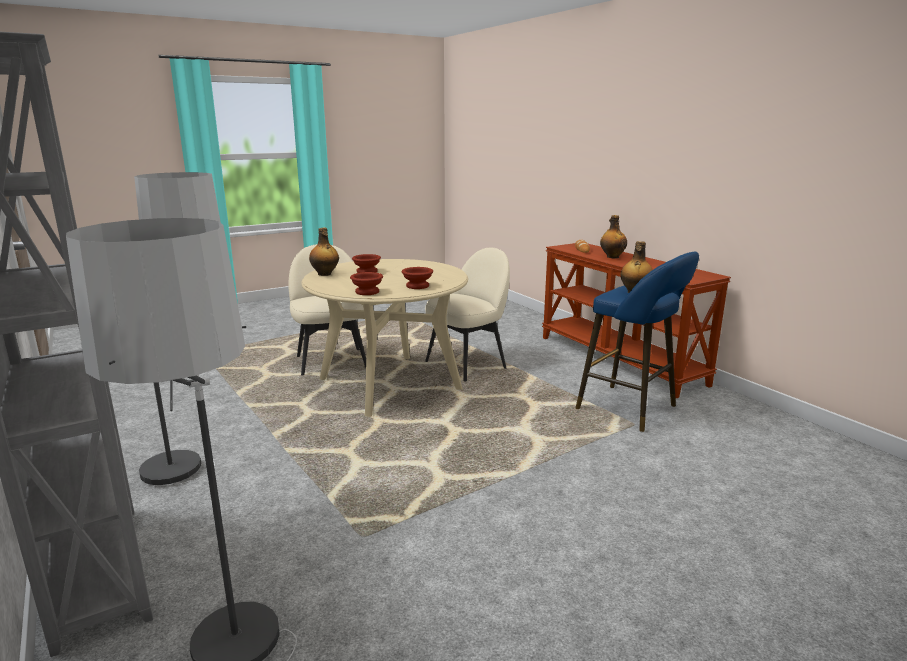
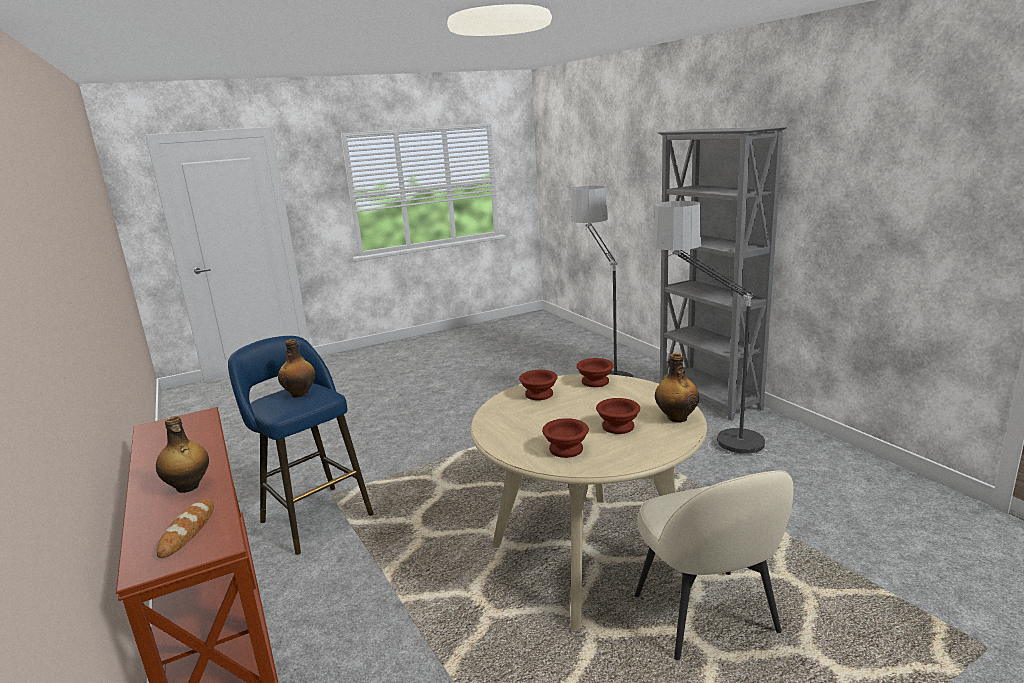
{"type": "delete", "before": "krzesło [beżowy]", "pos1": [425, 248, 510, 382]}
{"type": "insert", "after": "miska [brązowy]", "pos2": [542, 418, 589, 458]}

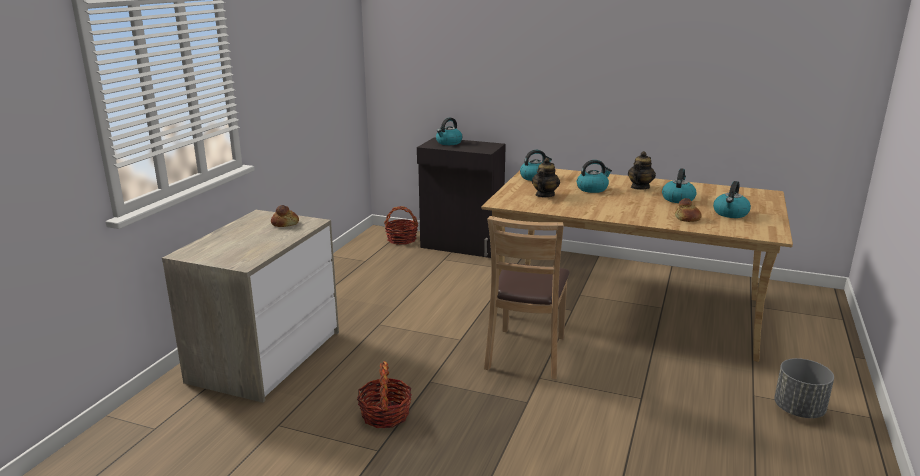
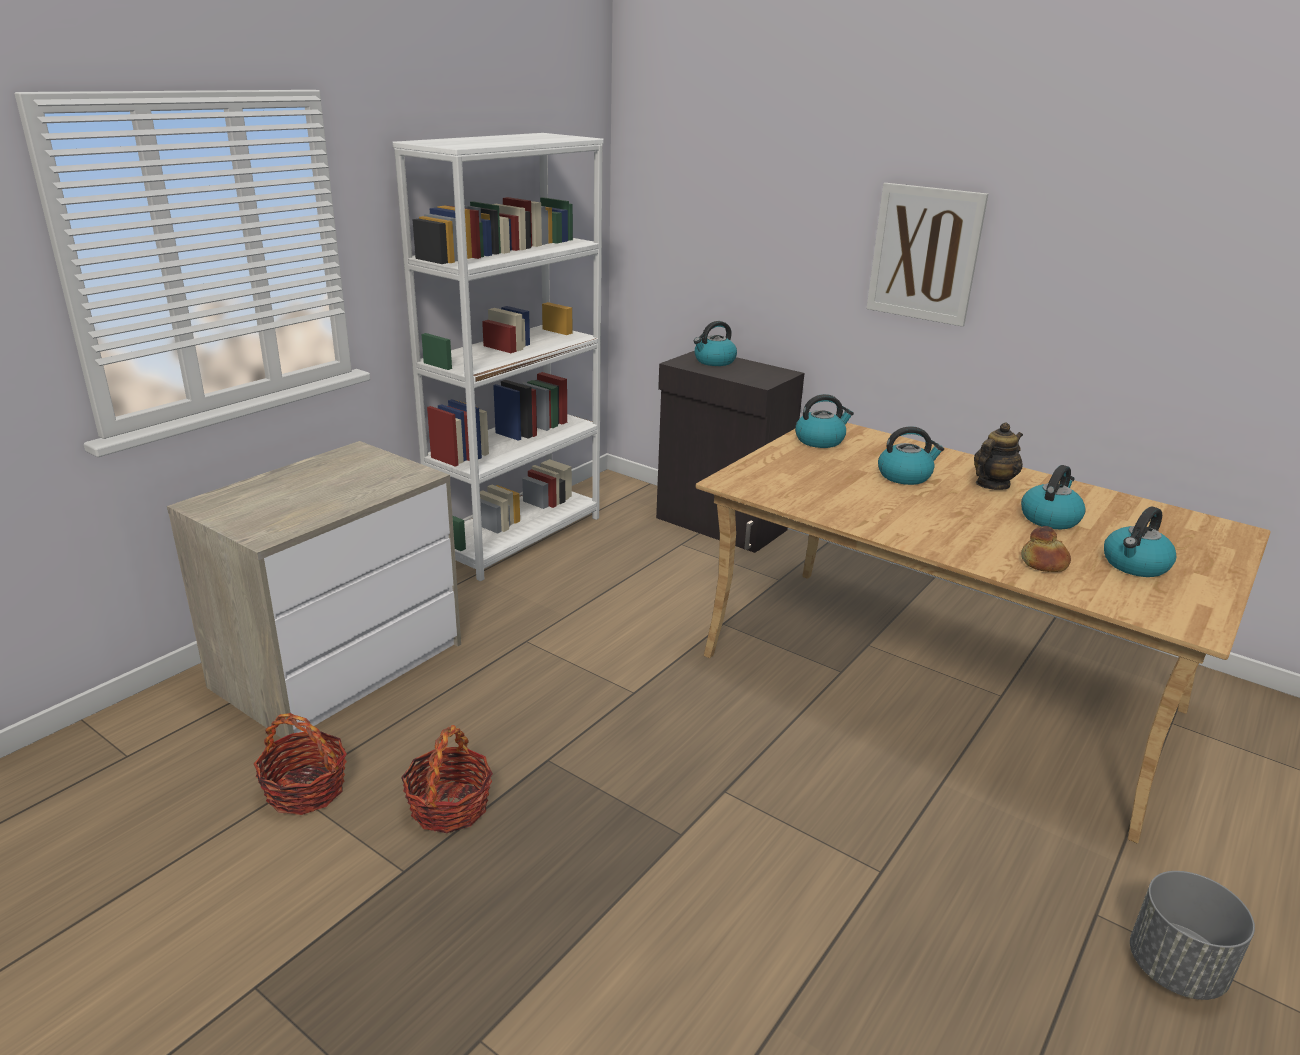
{"type": "delete", "before": "chleb", "pos1": [271, 205, 299, 227]}
{"type": "delete", "before": "krzesło [brązowy]", "pos1": [484, 216, 570, 379]}
{"type": "delete", "before": "imbryk", "pos1": [532, 158, 560, 197]}
{"type": "insert", "after": "regał [biały]", "pos2": [392, 133, 604, 581]}
{"type": "insert", "after": "obraz", "pos2": [867, 183, 988, 327]}
{"type": "move", "before": "koszyk", "pos1": [384, 206, 418, 245], "pos2": [254, 713, 347, 815]}

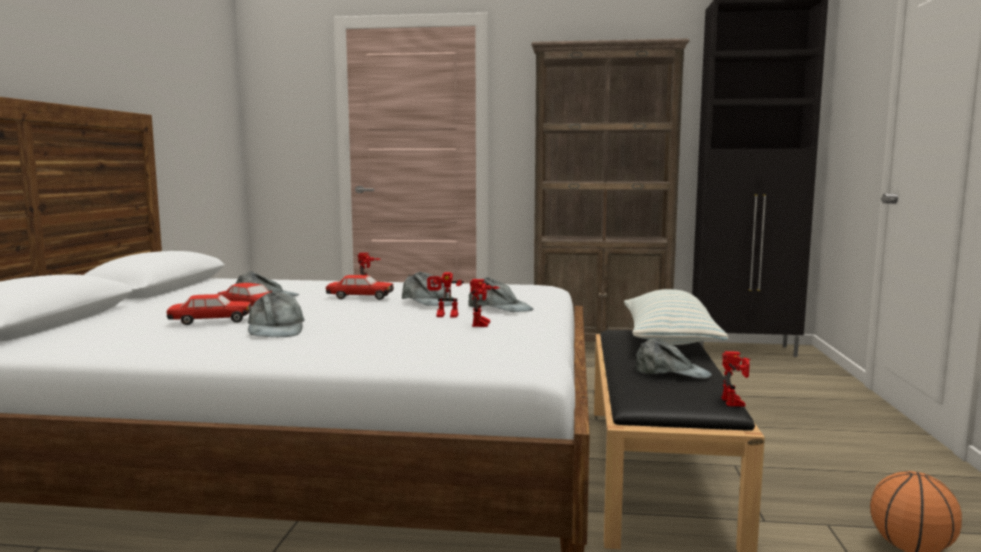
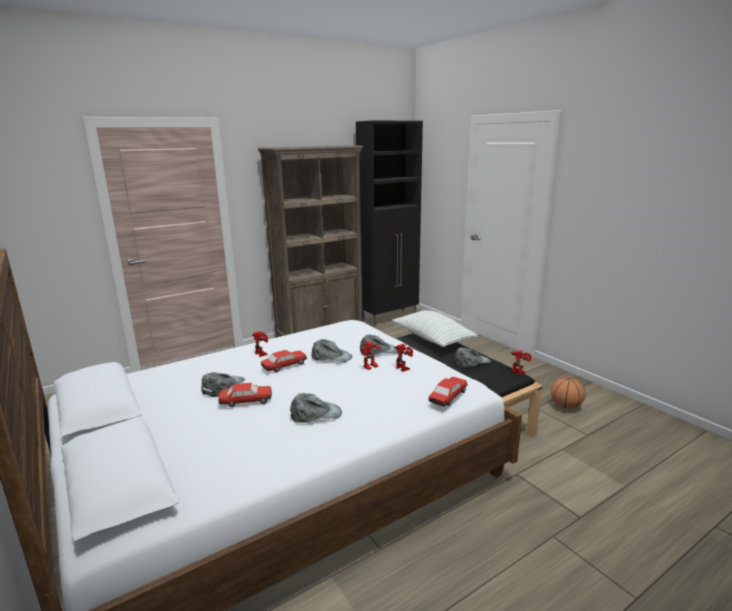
{"type": "move", "before": "samochodzik", "pos1": [167, 294, 251, 325], "pos2": [428, 377, 468, 406]}
{"type": "rotate", "before": "czapka z daszkiem [szary]", "pos1": [248, 292, 305, 337], "pos2": [290, 393, 342, 423], "turn": -45}

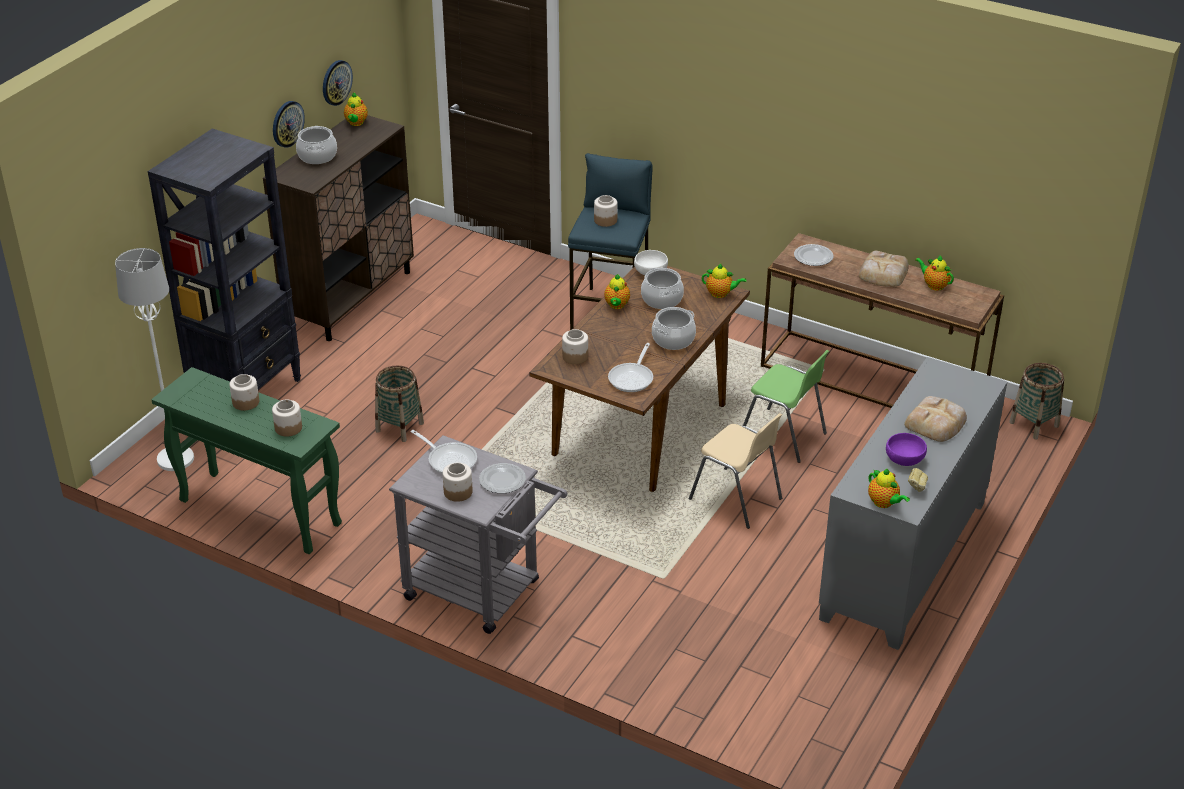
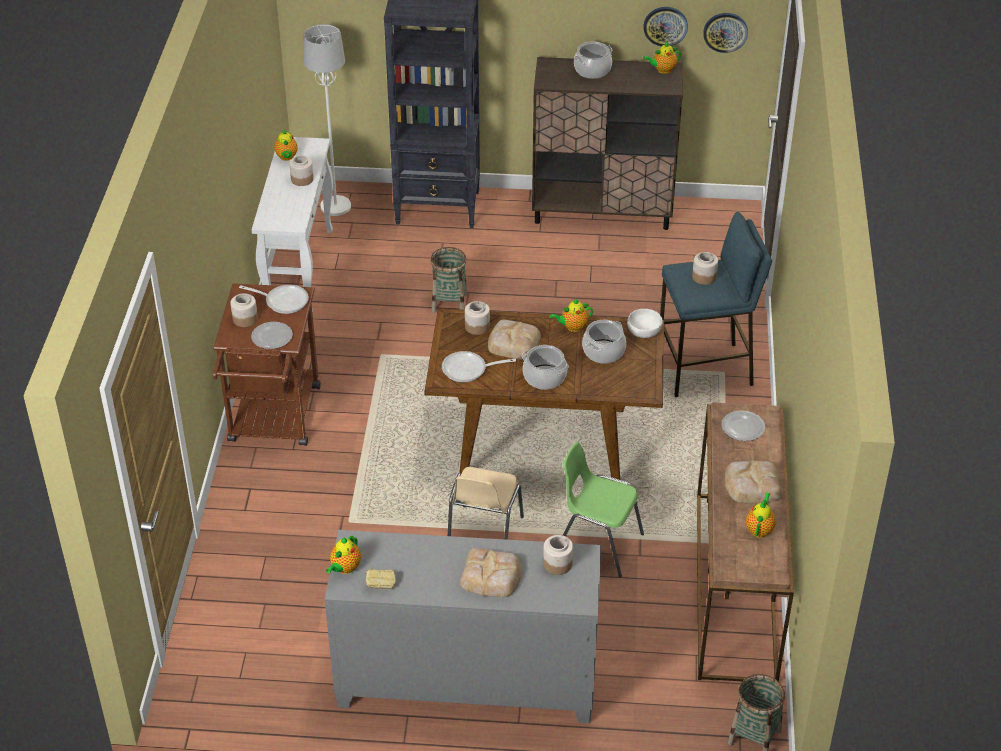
{"type": "delete", "before": "miska [fioletowy]", "pos1": [886, 433, 927, 466]}
{"type": "insert", "after": "chleb", "pos2": [488, 320, 541, 360]}
{"type": "move", "before": "słoik", "pos1": [272, 399, 302, 437], "pos2": [543, 535, 573, 575]}
{"type": "move", "before": "zegar ścienny", "pos1": [273, 101, 305, 148], "pos2": [703, 13, 748, 53]}
{"type": "move", "before": "imbryk", "pos1": [702, 264, 747, 298], "pos2": [274, 130, 298, 161]}
{"type": "recolor", "before": "stolik konsolowy [zielony]", "after": "stolik konsolowy [biały]", "pos1": [151, 367, 342, 554], "pos2": [252, 137, 333, 313]}
{"type": "recolor", "before": "wózek [szary]", "after": "wózek [brązowy]", "pos1": [389, 435, 568, 634], "pos2": [213, 283, 321, 446]}
{"type": "rotate", "before": "patelnia", "pos1": [411, 430, 477, 474], "pos2": [239, 285, 309, 314], "turn": -90}
{"type": "rotate", "before": "krzesło [zielony]", "pos1": [743, 350, 829, 463], "pos2": [563, 442, 644, 577], "turn": 105}

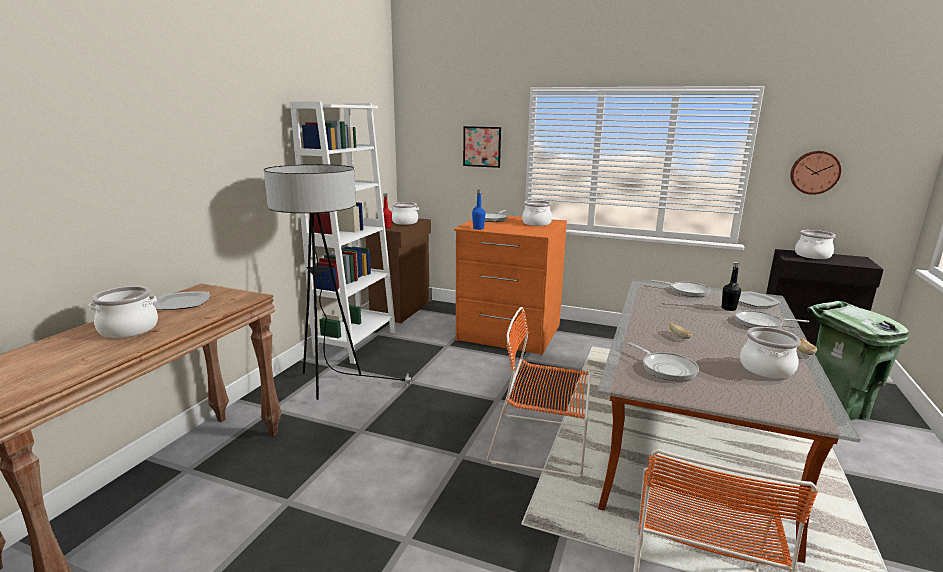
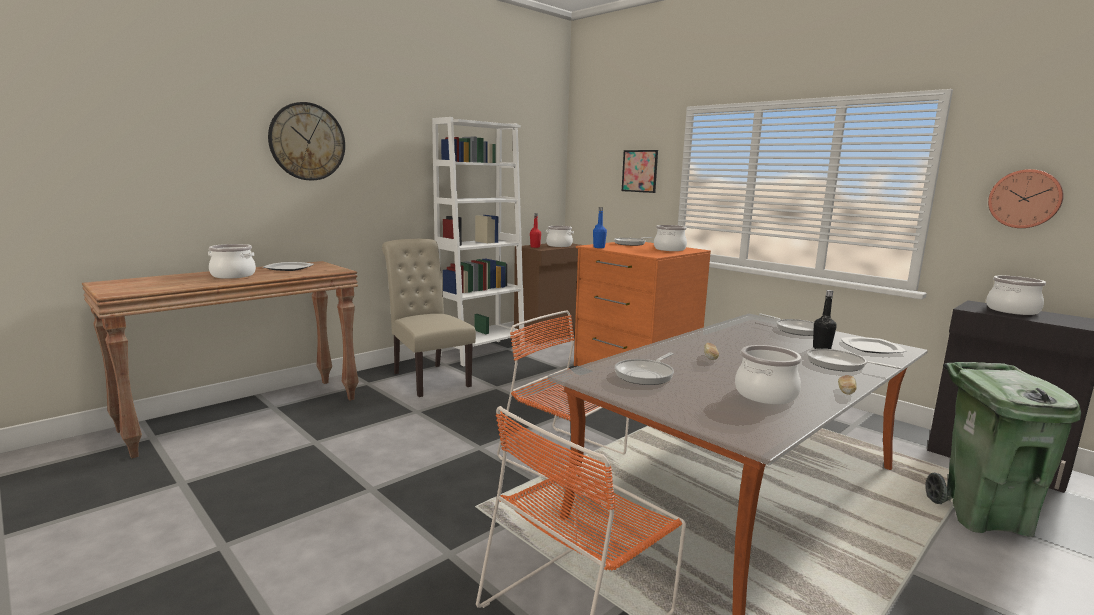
{"type": "insert", "after": "zegar ścienny", "pos2": [268, 102, 345, 181]}
{"type": "replace", "before": "lampa stojąca", "after": "krzesło [beżowy]", "pos1": [264, 164, 414, 400], "pos2": [382, 239, 476, 397]}
{"type": "rotate", "before": "patelnia", "pos1": [627, 342, 699, 381], "pos2": [615, 352, 674, 385], "turn": 45}

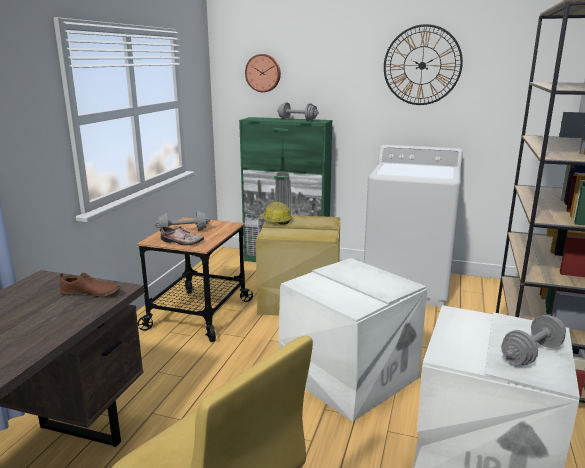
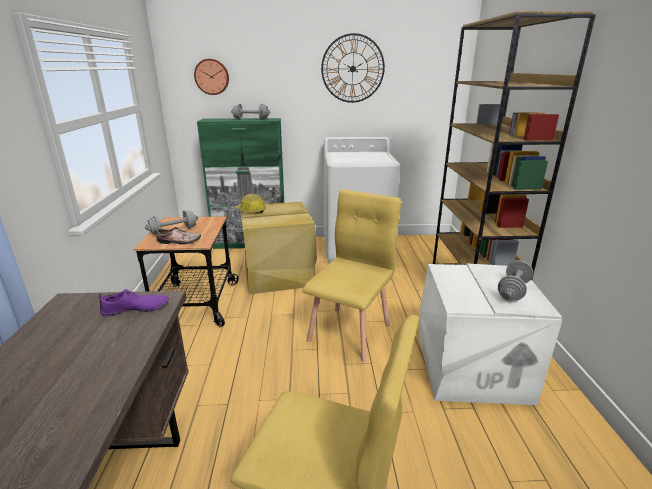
{"type": "replace", "before": "pojemnik do przechowywania [biały]", "after": "krzesło [żółty]", "pos1": [278, 258, 427, 422], "pos2": [303, 189, 401, 362]}
{"type": "recolor", "before": "but [brązowy]", "after": "but [fioletowy]", "pos1": [60, 272, 120, 297], "pos2": [99, 289, 169, 316]}

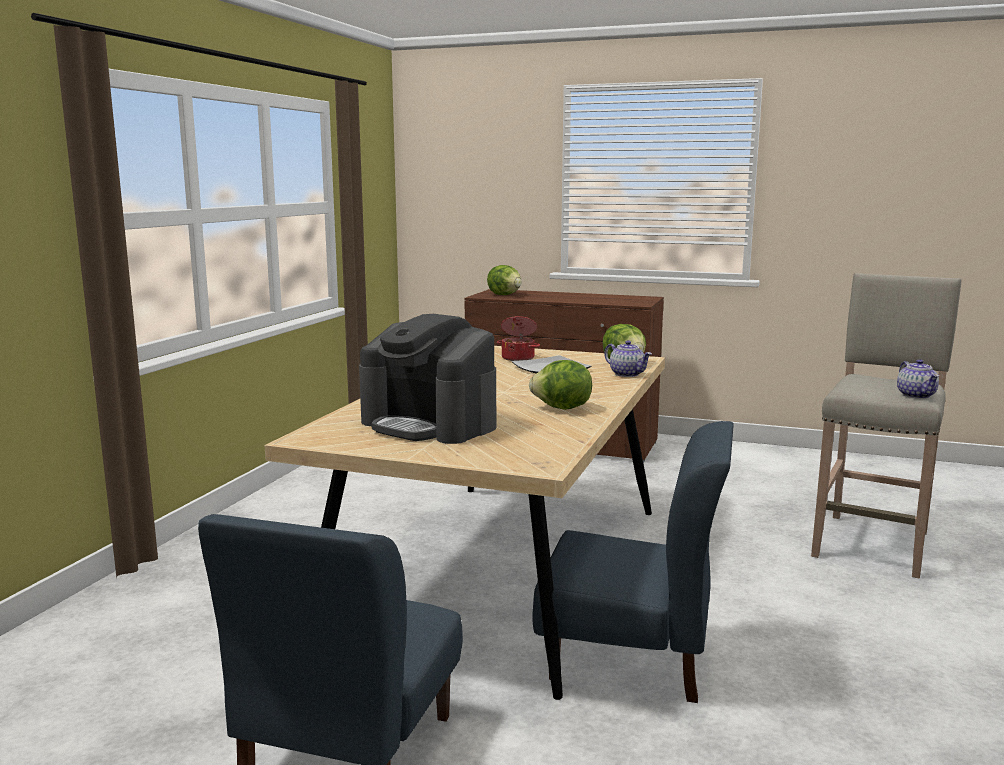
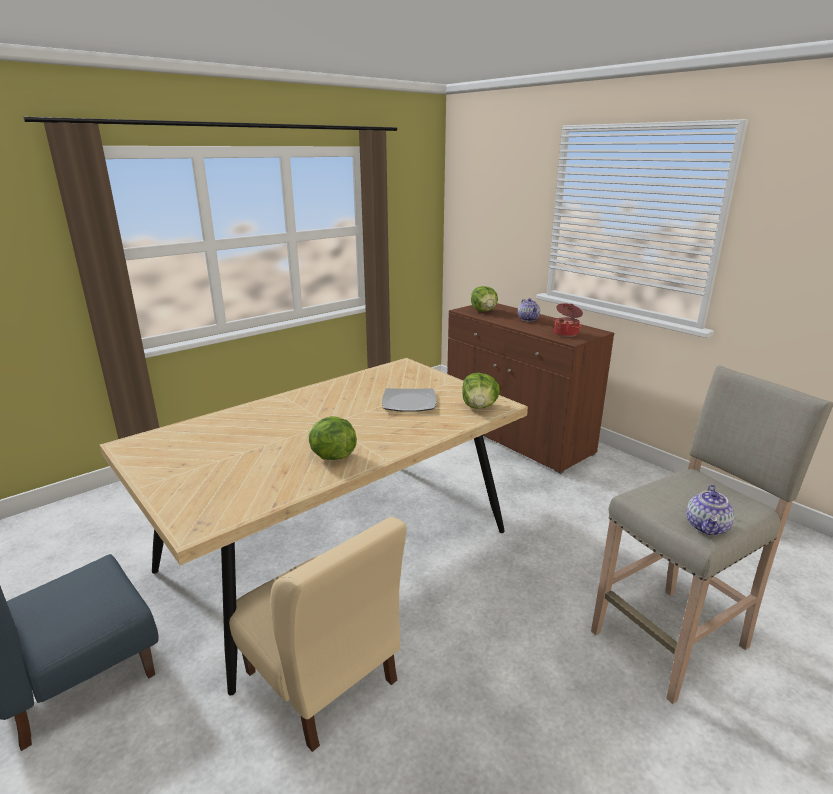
{"type": "delete", "before": "ekspres do kawy", "pos1": [359, 314, 496, 444]}
{"type": "move", "before": "garnek", "pos1": [497, 316, 540, 361], "pos2": [553, 303, 583, 337]}
{"type": "move", "before": "imbryk", "pos1": [604, 340, 652, 377], "pos2": [518, 298, 540, 321]}
{"type": "recolor", "before": "krzesło [niebieski]", "after": "krzesło [beżowy]", "pos1": [532, 421, 734, 703], "pos2": [229, 517, 407, 752]}

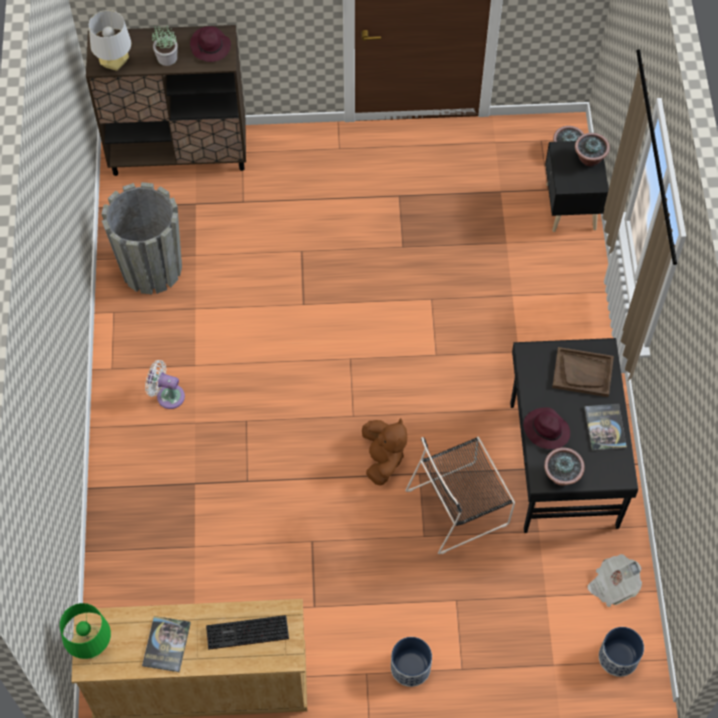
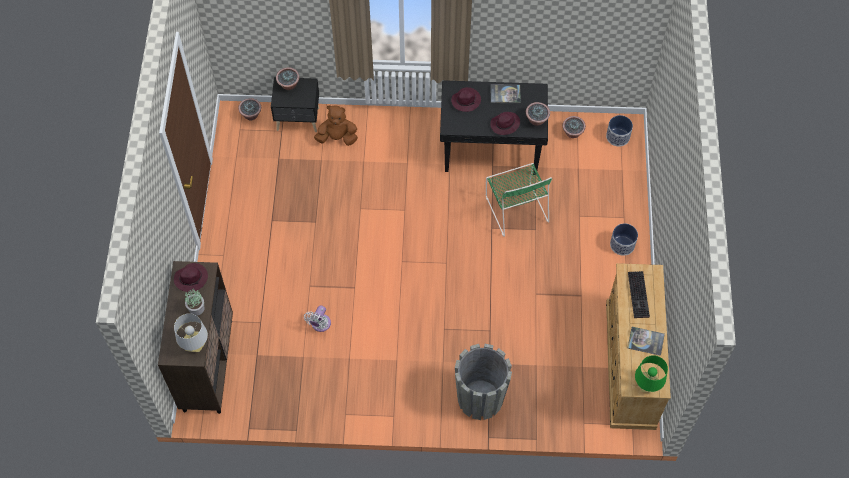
{"type": "move", "before": "donica [szary]", "pos1": [102, 182, 182, 294], "pos2": [455, 344, 512, 420]}
{"type": "move", "before": "wentylator [biały]", "pos1": [145, 360, 185, 409], "pos2": [304, 305, 331, 332]}
{"type": "move", "before": "pluszak [brązowy]", "pos1": [362, 418, 407, 486], "pos2": [314, 105, 358, 146]}
{"type": "replace", "before": "taca [brązowy]", "after": "kapelusz [fioletowy]", "pos1": [552, 347, 614, 397], "pos2": [451, 87, 481, 112]}
{"type": "replace", "before": "gazeta", "after": "roślina doniczkowa", "pos1": [587, 554, 642, 607], "pos2": [563, 116, 586, 138]}
{"type": "recolor", "before": "krzesło [czarny]", "after": "krzesło [zielony]", "pos1": [405, 437, 515, 554], "pos2": [486, 163, 552, 237]}

